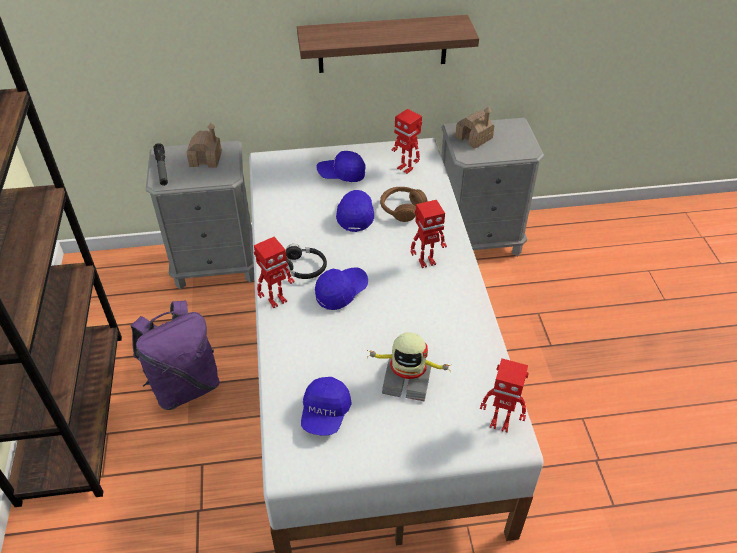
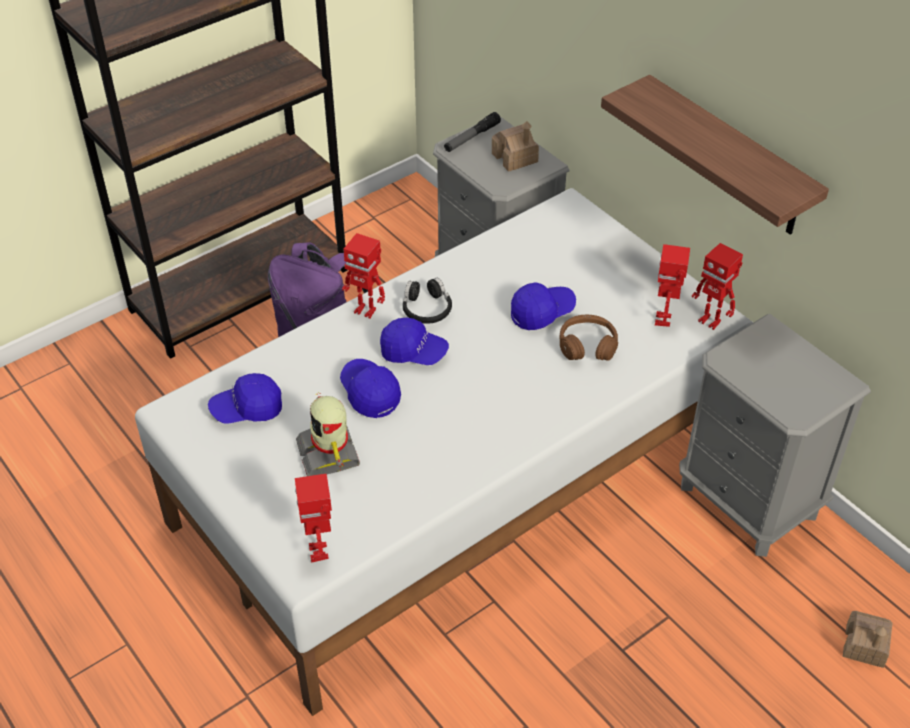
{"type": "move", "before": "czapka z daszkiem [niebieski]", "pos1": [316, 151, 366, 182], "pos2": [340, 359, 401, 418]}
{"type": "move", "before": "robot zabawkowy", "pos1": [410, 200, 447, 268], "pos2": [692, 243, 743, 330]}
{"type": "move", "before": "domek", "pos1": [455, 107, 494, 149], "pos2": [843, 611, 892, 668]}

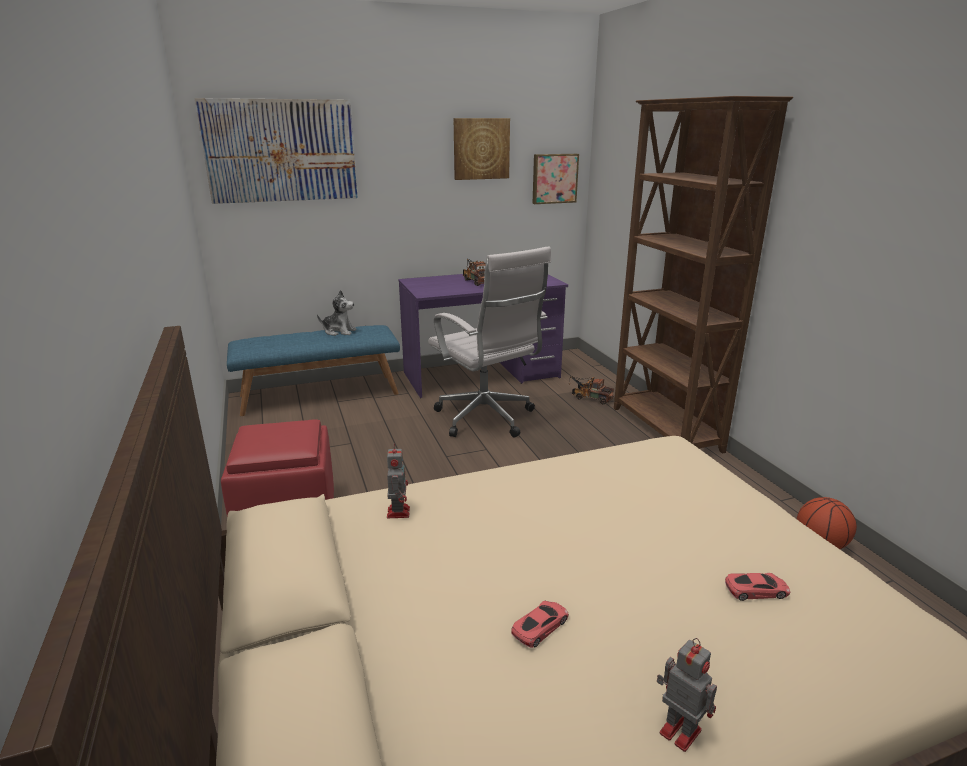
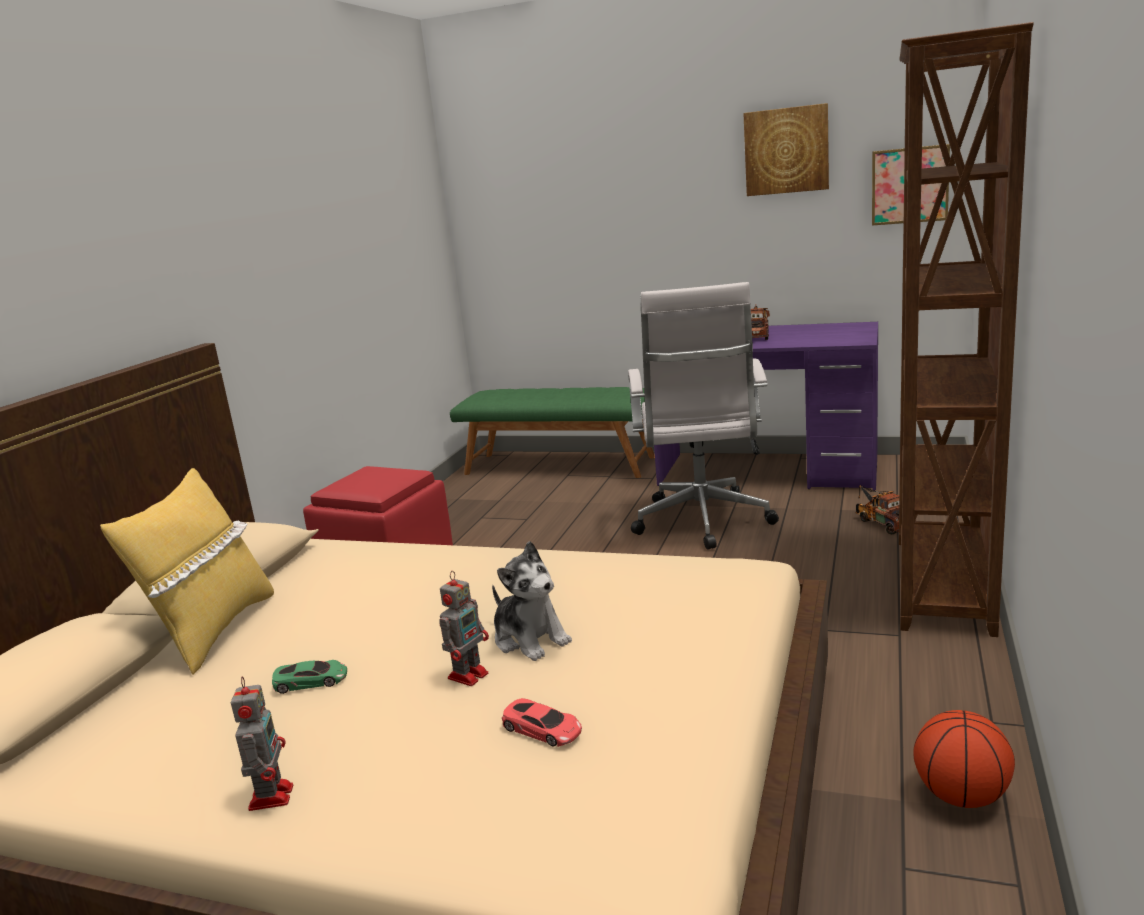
{"type": "delete", "before": "obraz", "pos1": [194, 98, 358, 204]}
{"type": "insert", "after": "poduszka [żółty]", "pos2": [100, 468, 274, 675]}
{"type": "move", "before": "pluszak", "pos1": [317, 290, 357, 336], "pos2": [492, 541, 572, 661]}
{"type": "move", "before": "robot zabawkowy", "pos1": [387, 444, 410, 518], "pos2": [440, 571, 489, 686]}
{"type": "recolor", "before": "ławka [niebieski]", "after": "ławka [zielony]", "pos1": [227, 325, 400, 416], "pos2": [450, 387, 655, 478]}
{"type": "recolor", "before": "samochodzik [czerwony]", "after": "samochodzik [zielony]", "pos1": [511, 601, 569, 648], "pos2": [272, 660, 347, 694]}

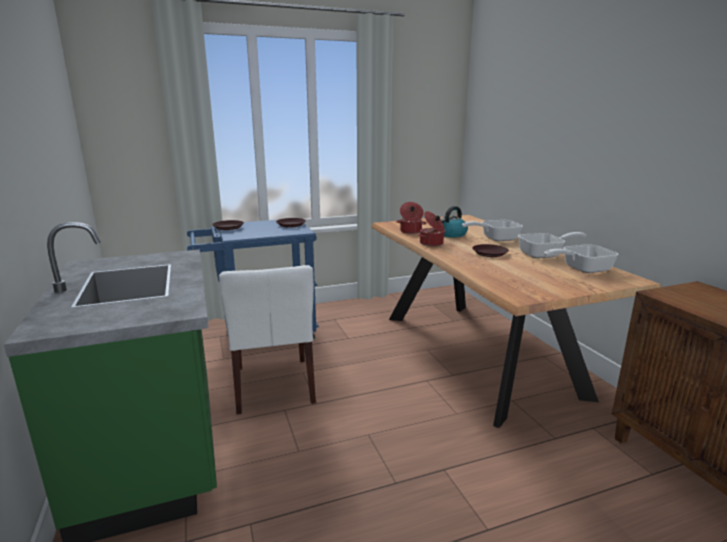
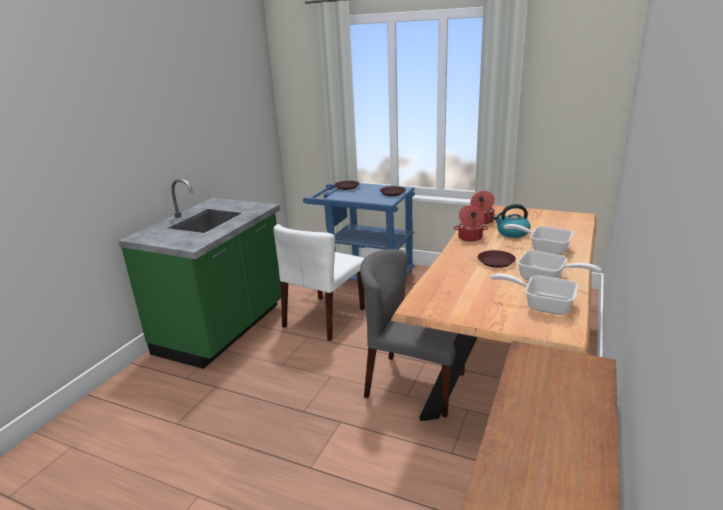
{"type": "insert", "after": "krzesło [szary]", "pos2": [360, 249, 465, 417]}

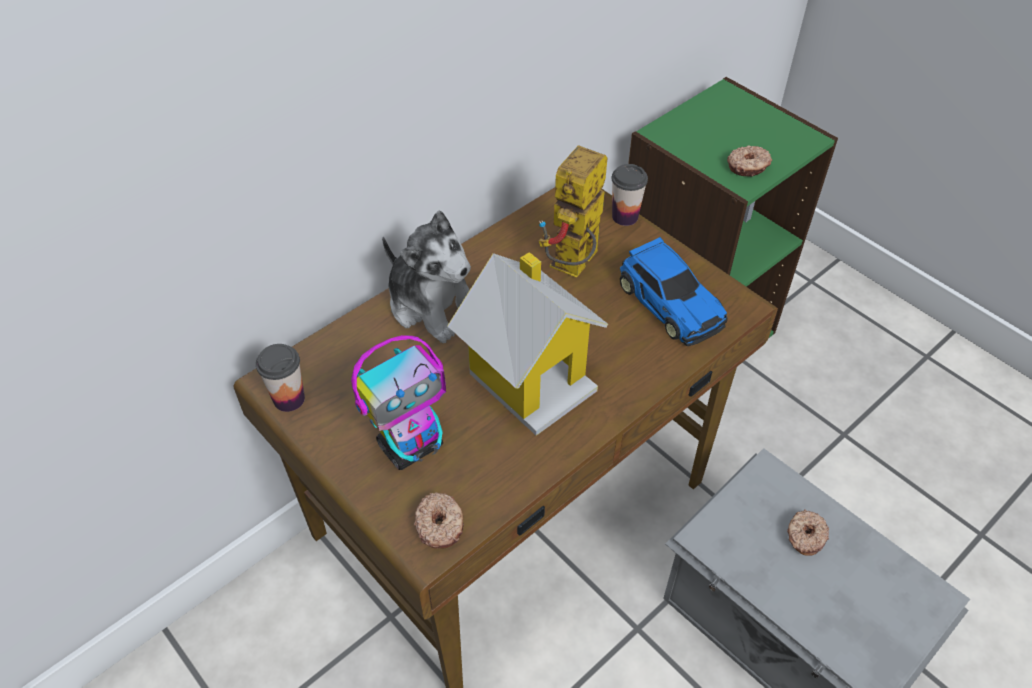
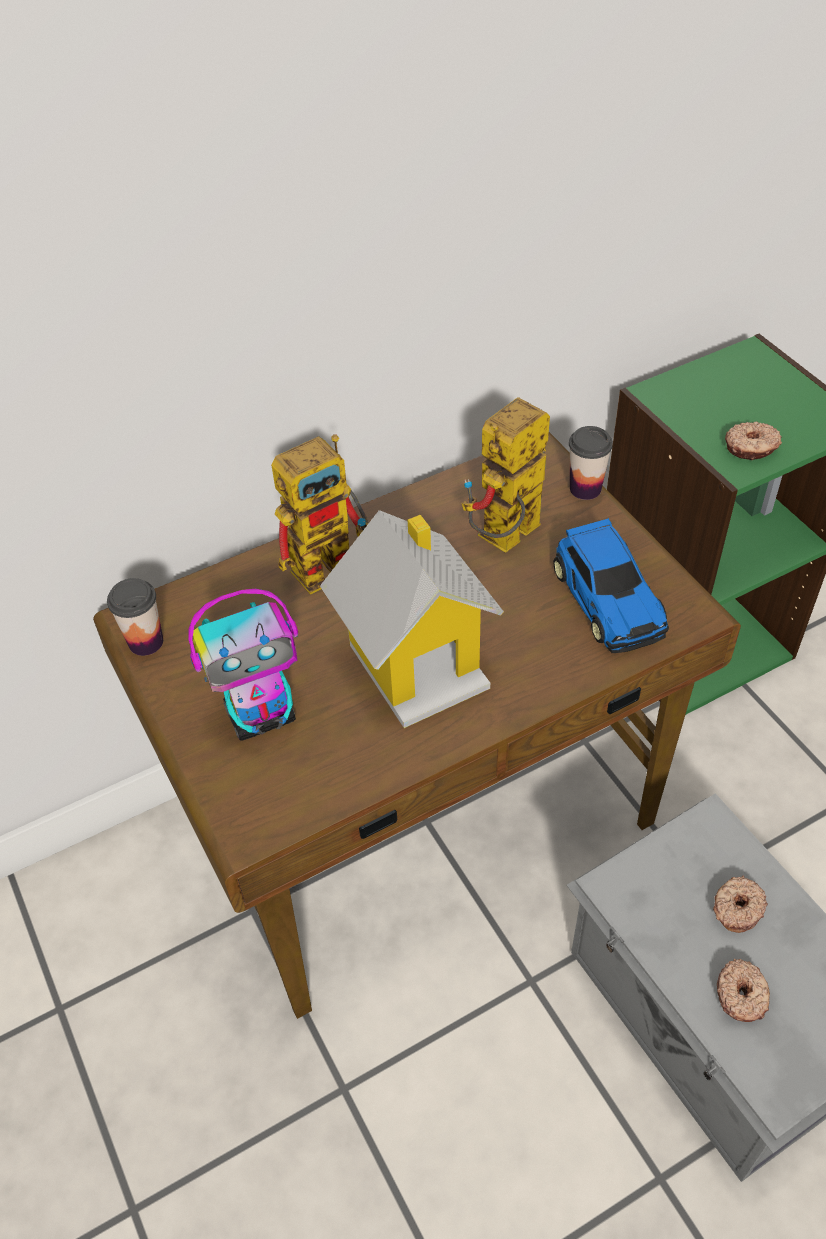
{"type": "move", "before": "donut", "pos1": [414, 492, 464, 549], "pos2": [717, 959, 770, 1022]}
{"type": "replace", "before": "pluszak", "after": "robot zabawkowy", "pos1": [382, 211, 471, 343], "pos2": [271, 435, 368, 595]}

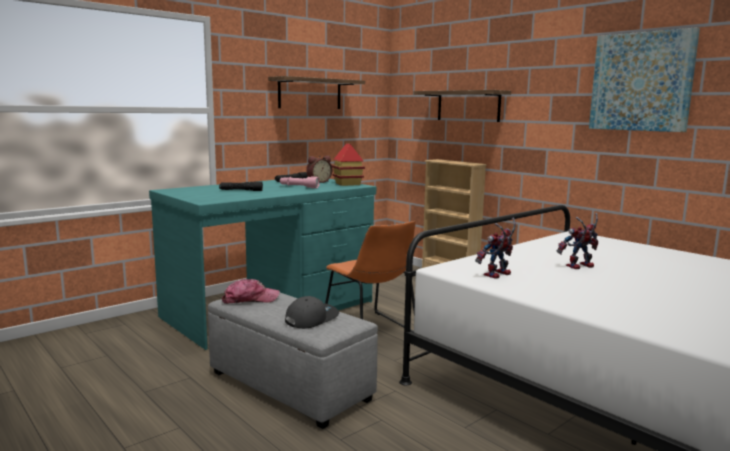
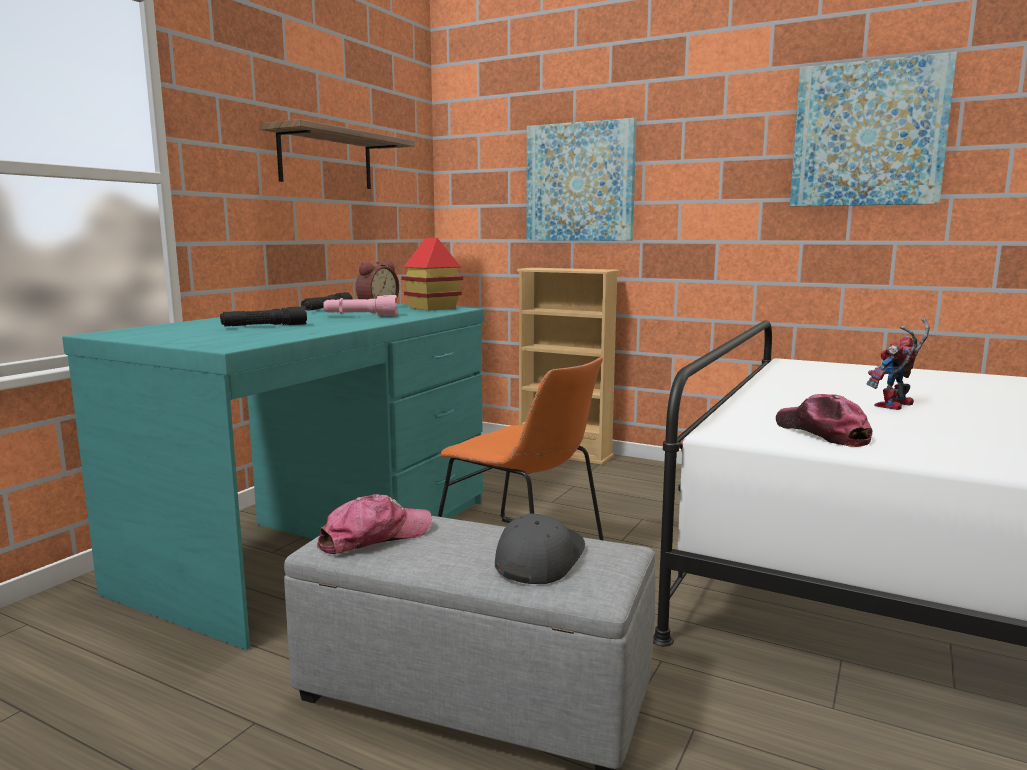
{"type": "replace", "before": "półka", "after": "obraz", "pos1": [413, 90, 511, 122], "pos2": [526, 118, 637, 241]}
{"type": "replace", "before": "robot zabawkowy", "after": "czapka z daszkiem", "pos1": [475, 218, 516, 279], "pos2": [776, 394, 872, 447]}

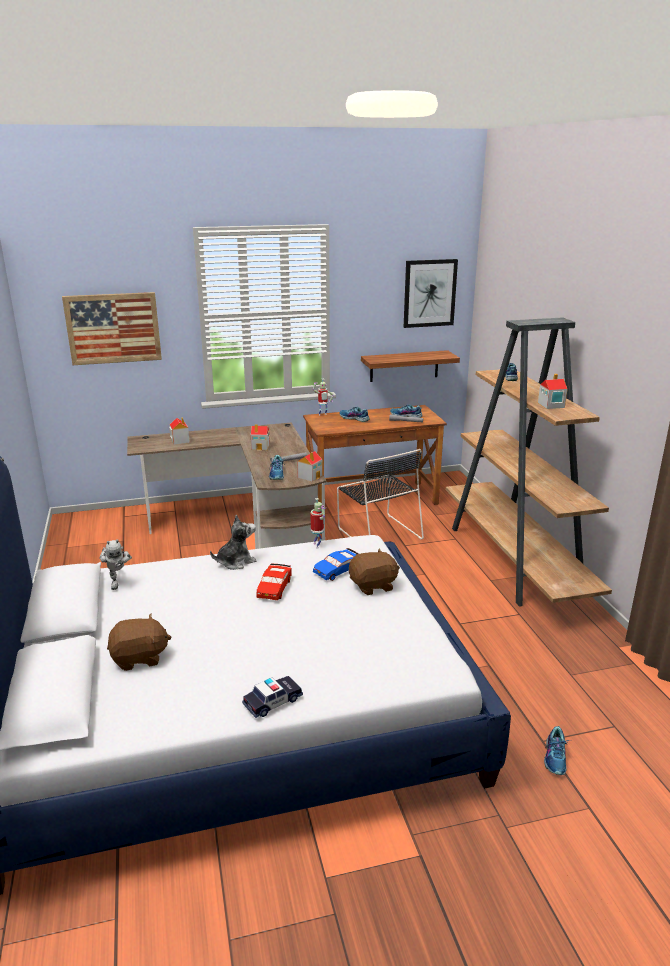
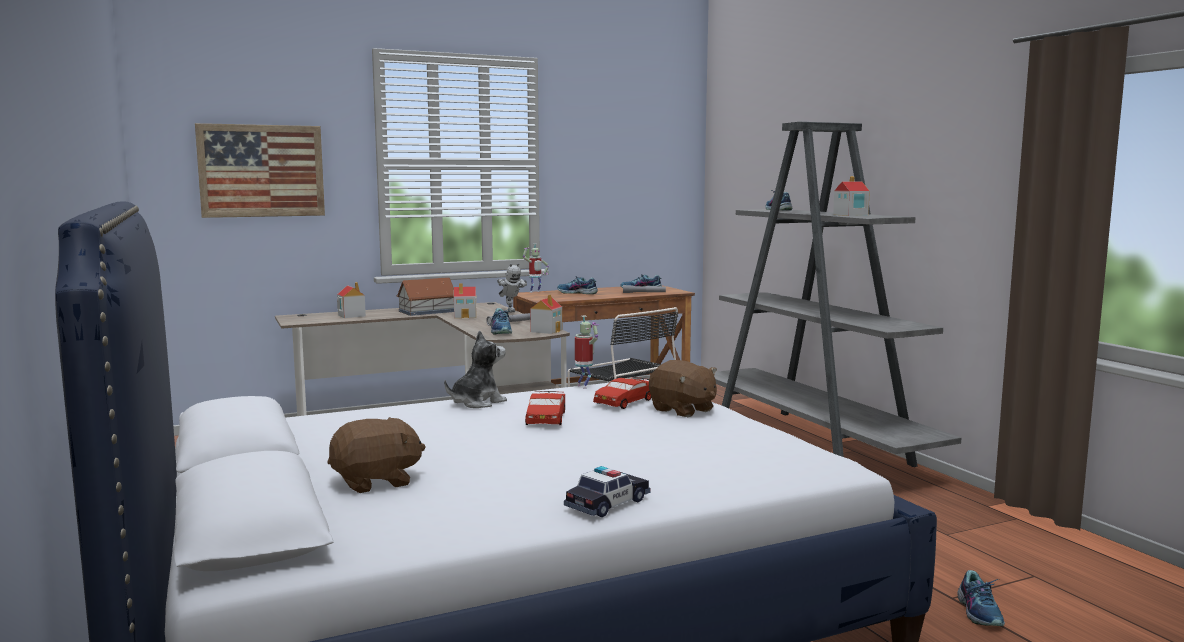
{"type": "delete", "before": "półka", "pos1": [361, 350, 460, 382]}
{"type": "delete", "before": "obraz", "pos1": [404, 259, 458, 328]}
{"type": "insert", "after": "domek", "pos2": [397, 277, 454, 316]}
{"type": "move", "before": "robot zabawkowy", "pos1": [99, 539, 132, 590], "pos2": [497, 263, 527, 313]}
{"type": "recolor", "before": "samochodzik [niebieski]", "after": "samochodzik [czerwony]", "pos1": [313, 548, 358, 581], "pos2": [593, 377, 651, 409]}
{"type": "recolor", "before": "regał [brązowy]", "after": "regał [szary]", "pos1": [446, 317, 612, 607], "pos2": [714, 122, 961, 467]}
{"type": "rotate", "before": "pluszak [brązowy]", "pos1": [349, 548, 400, 595], "pos2": [649, 360, 717, 417], "turn": 75}

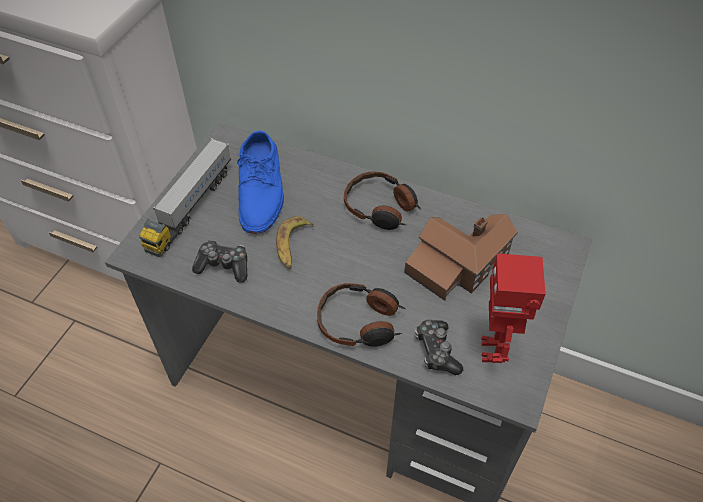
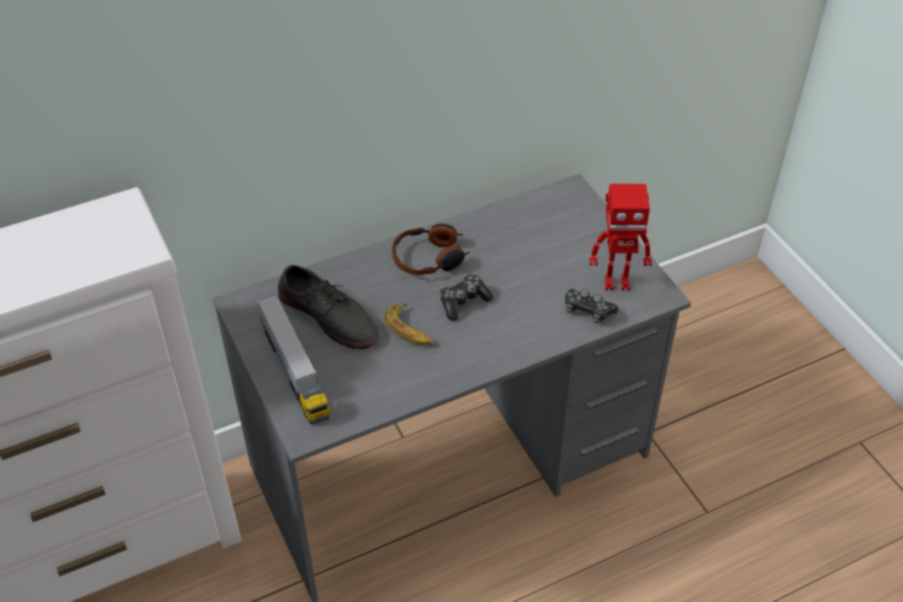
{"type": "delete", "before": "słuchawki", "pos1": [317, 283, 406, 347]}
{"type": "delete", "before": "domek", "pos1": [404, 214, 518, 301]}
{"type": "move", "before": "pad do gier", "pos1": [192, 240, 247, 283], "pos2": [440, 274, 493, 321]}
{"type": "recolor", "before": "but [niebieski]", "after": "but [szary]", "pos1": [237, 131, 284, 234], "pos2": [278, 265, 379, 350]}
{"type": "rotate", "before": "robot zabawkowy", "pos1": [482, 253, 546, 363], "pos2": [590, 184, 652, 291], "turn": -45}

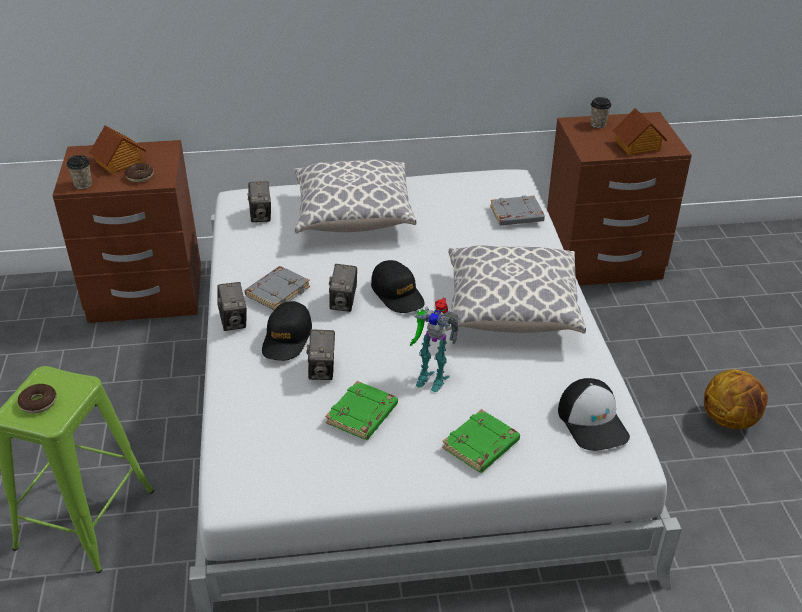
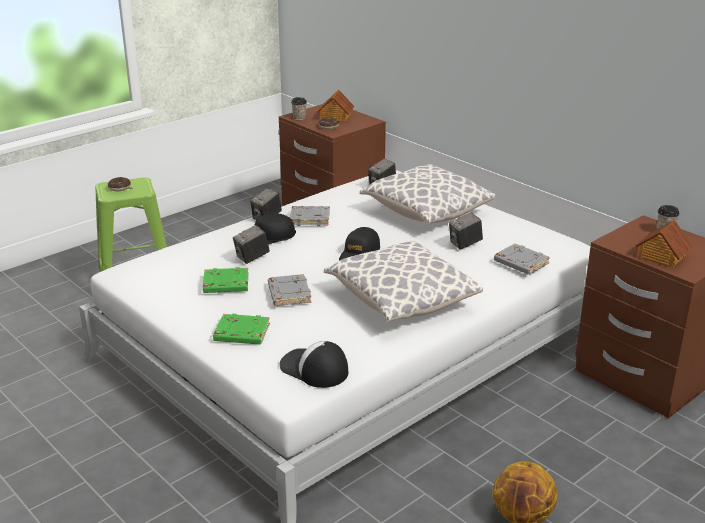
{"type": "move", "before": "aparat fotograficzny", "pos1": [329, 264, 357, 312], "pos2": [449, 212, 483, 250]}
{"type": "replace", "before": "robot zabawkowy", "after": "książka [szary]", "pos1": [410, 298, 460, 392], "pos2": [268, 274, 311, 306]}
{"type": "rotate", "before": "czapka z daszkiem", "pos1": [558, 378, 630, 451], "pos2": [280, 341, 348, 388], "turn": 90}

